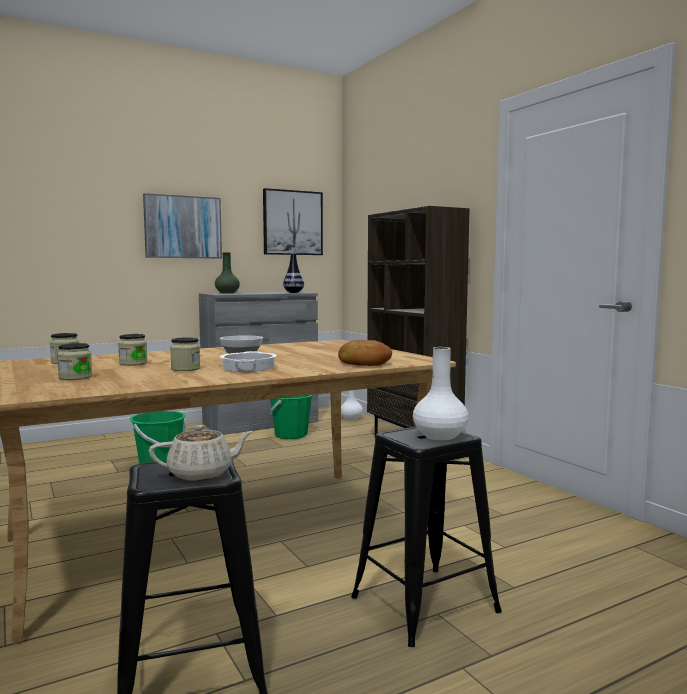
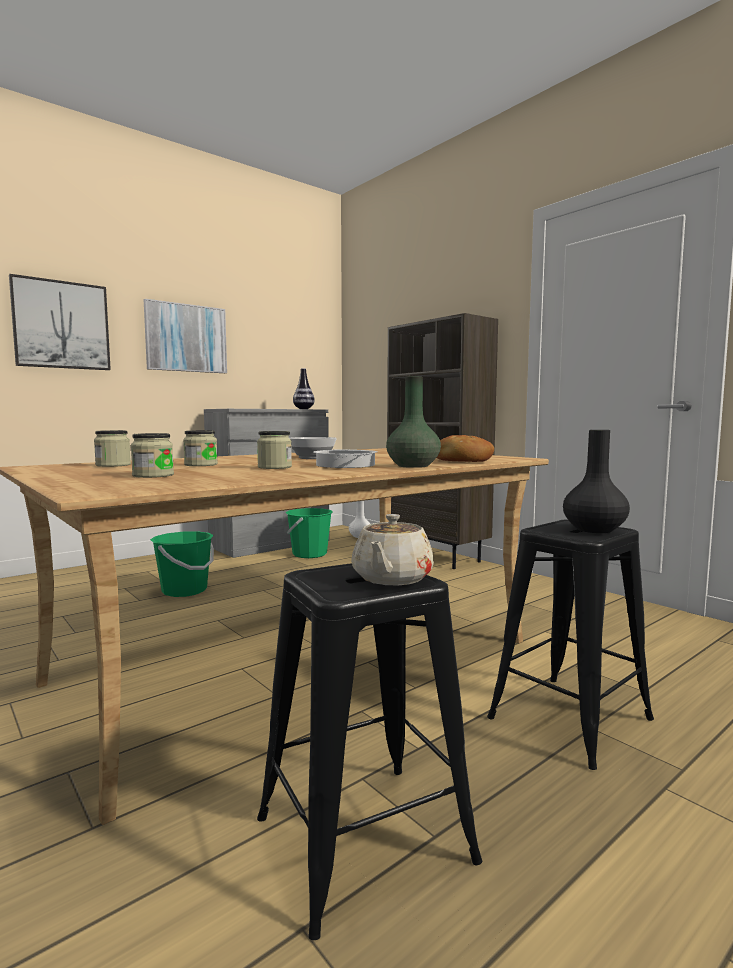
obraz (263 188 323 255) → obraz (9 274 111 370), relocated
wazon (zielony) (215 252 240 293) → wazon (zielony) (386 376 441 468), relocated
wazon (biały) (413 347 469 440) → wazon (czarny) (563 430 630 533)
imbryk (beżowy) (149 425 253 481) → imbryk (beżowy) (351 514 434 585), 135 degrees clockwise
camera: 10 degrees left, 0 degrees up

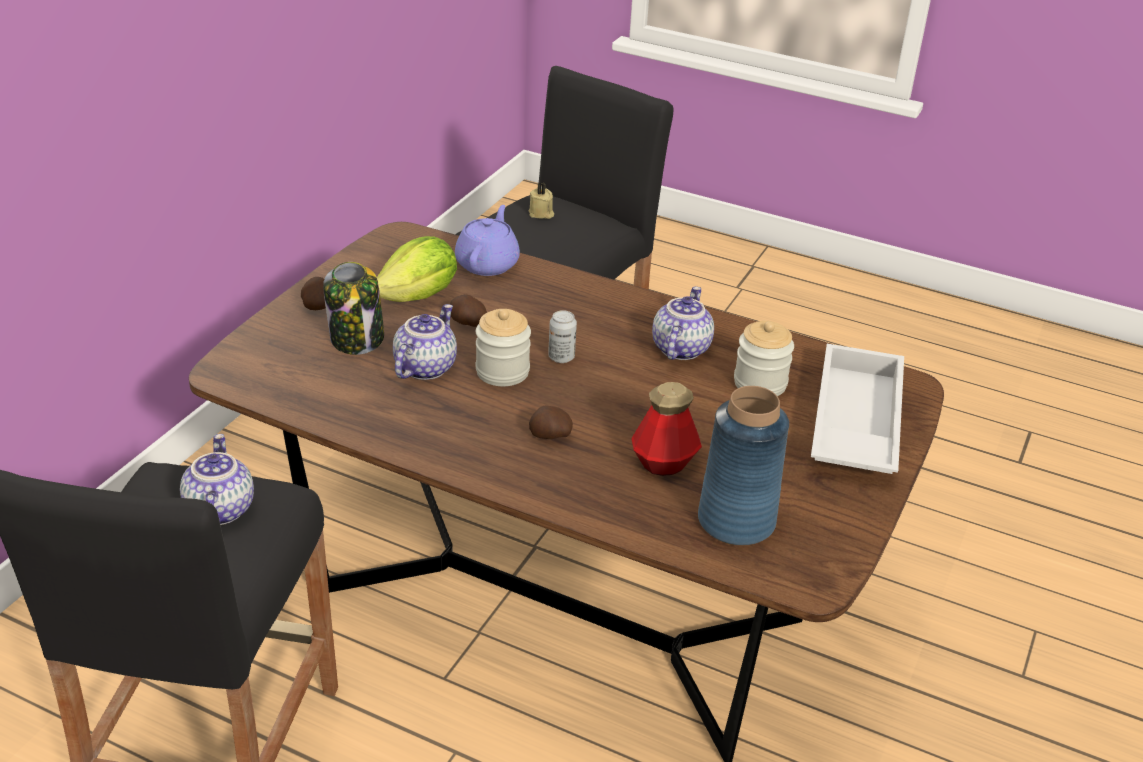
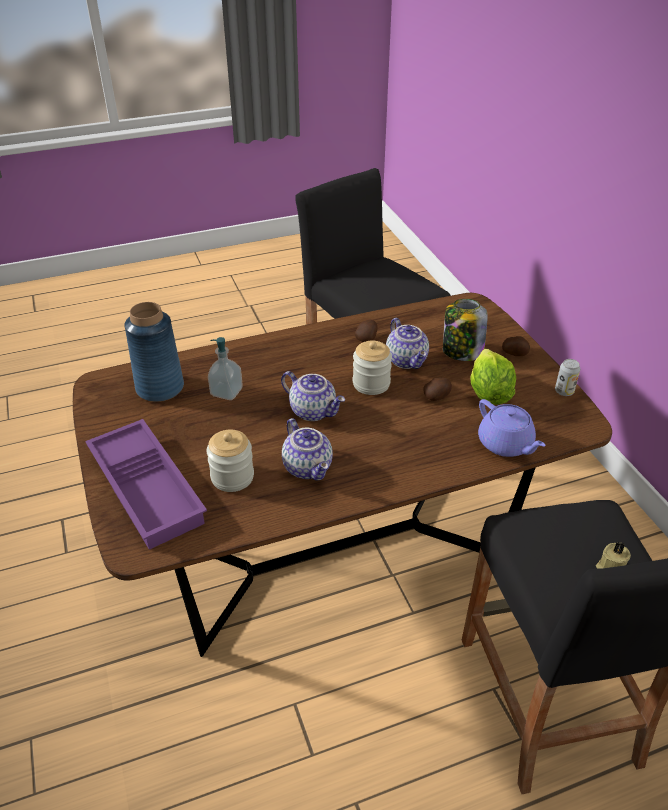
puszka (548 310 577 363) → puszka (555 359 580 396), relocated
taca (biały) (811 344 904 474) → taca (fioletowy) (85 419 207 550)
butelka (631 382 702 476) → dozownik mydła (208 337 243 400)
ziemniak (529 405 573 439) → ziemniak (355 320 378 342), relocated
imbryk (180 434 254 525) → imbryk (281 371 345 421), relocated
camera: 135 degrees right, 5 degrees up

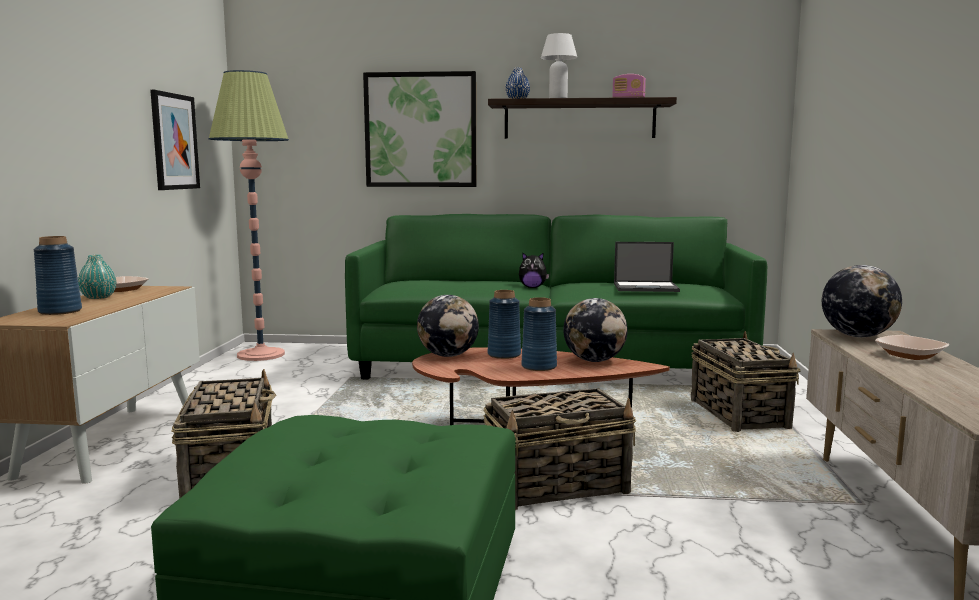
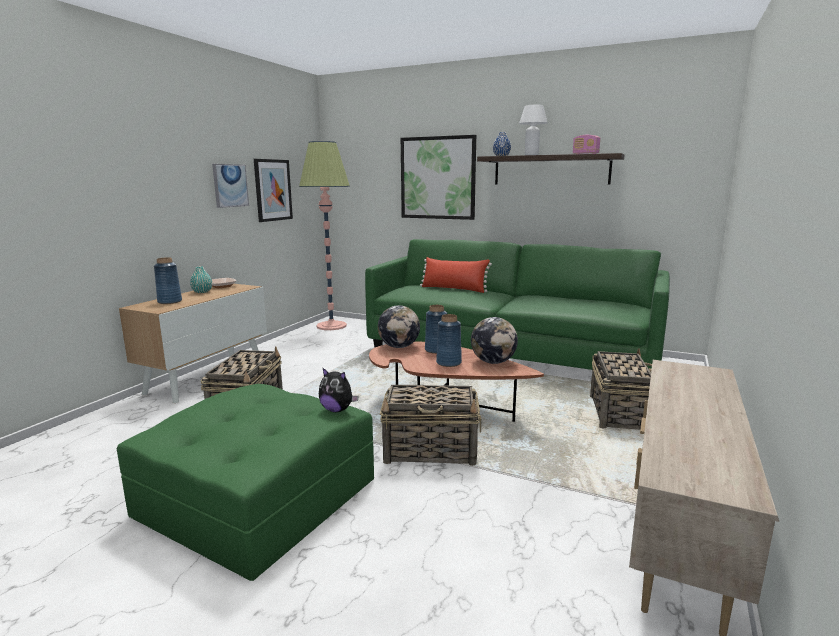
laptop (614 242 680 292) → -
pluszak (519 252 549 288) → pluszak (319 367 359 412), relocated
globus (822 265 902 337) → -
miska (875 335 949 360) → -
- → obraz (212 164 249 208)
- → poduszka (czerwony) (420 257 492 293)
camera: 20 degrees right, 5 degrees up

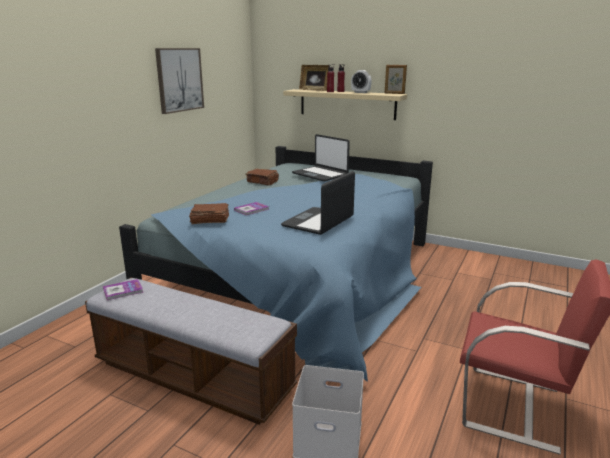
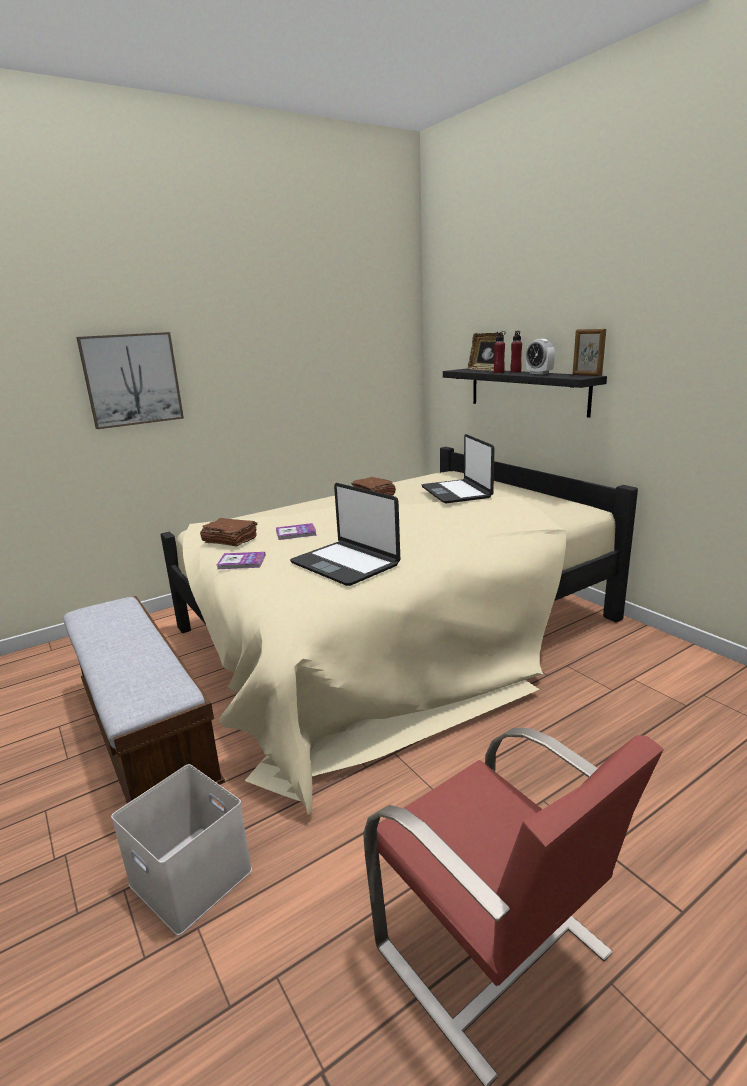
obraz (155 48 204 114) → obraz (76 332 184 429), relocated
półka (beżowy) (283 89 407 120) → półka (czarny) (443 369 607 418)
łóżko (niebieski) (119 146 433 382) → łóżko (beżowy) (161 447 638 815)
laptop (281 171 355 235) → laptop (290 483 400 586), 105 degrees counterclockwise
książka (103 279 143 300) → książka (217 552 266 569), relocated
camera: 30 degrees right, 0 degrees up

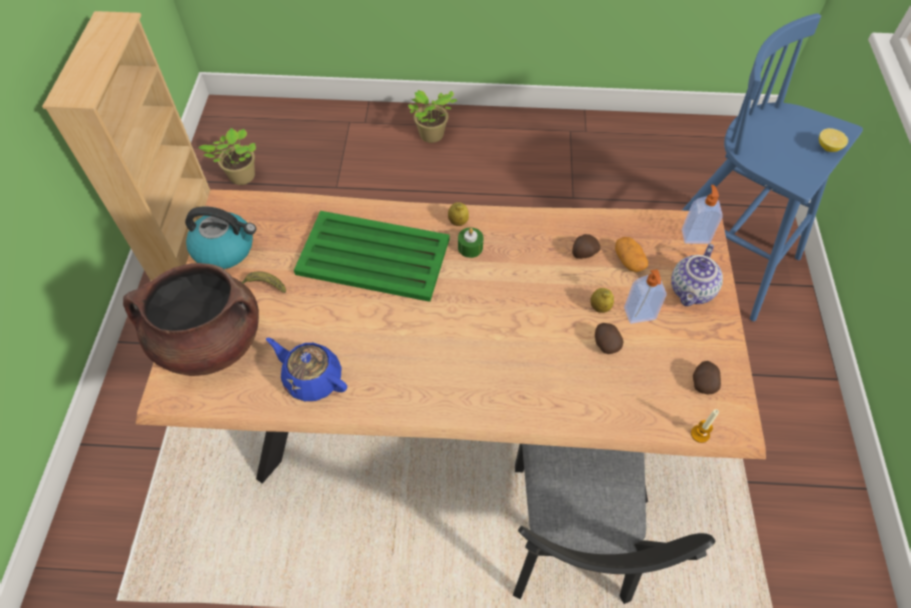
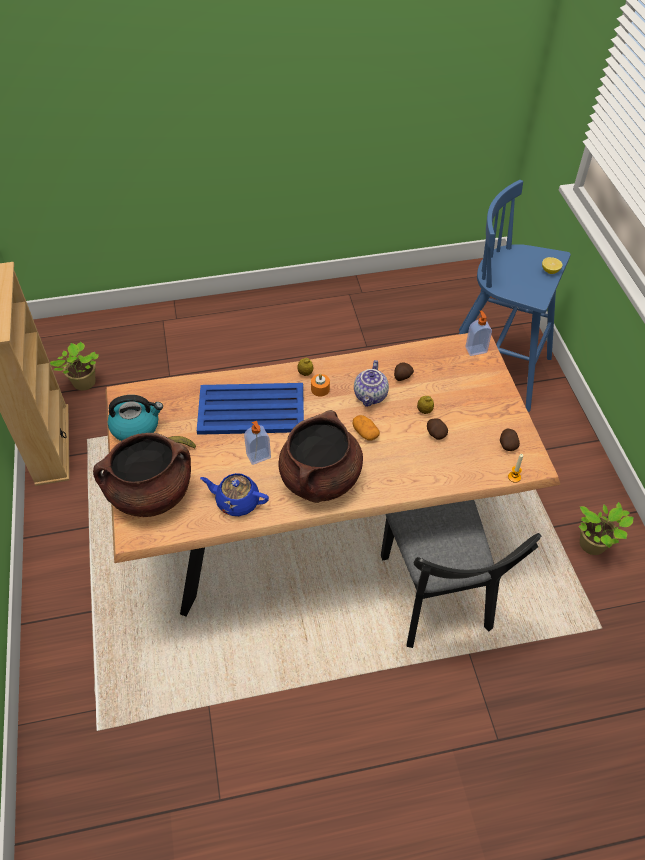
roślina doniczkowa (408 90 458 143) → roślina doniczkowa (579 502 633 555), relocated
taca (zielony) (294 211 450 302) → taca (niebieski) (197 383 304 435)
świeca (zielony) (458 228 483 258) → świeca (pomarańczowy) (311 374 330 397)
ziemniak (615 237 648 272) → ziemniak (353 415 380 441), relocated
imbryk (671 244 723 306) → imbryk (354 360 389 407), relocated
dozownik mydła (624 269 666 324) → dozownik mydła (244 421 271 465), relocated
- → garnek (brązowy) (278 410 363 503)
camera: 15 degrees left, 5 degrees down

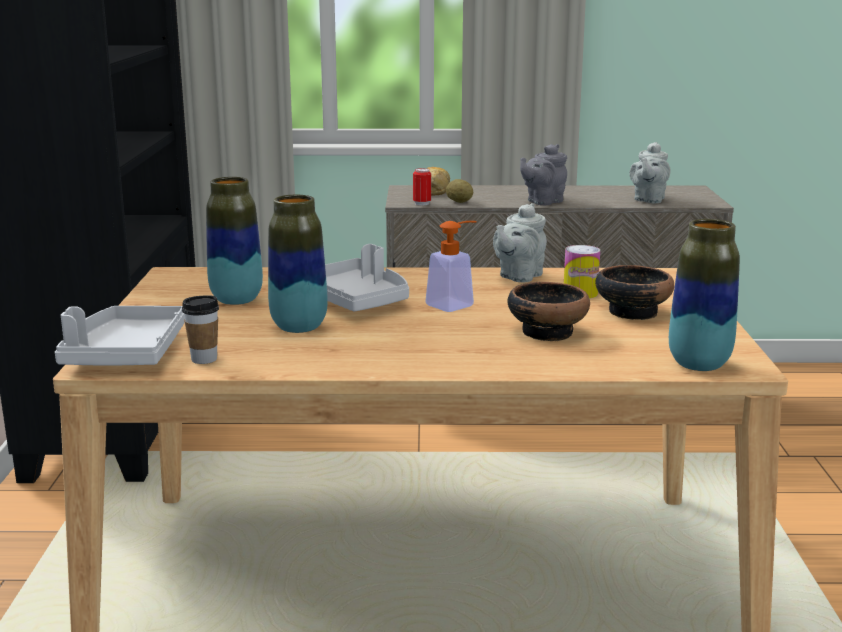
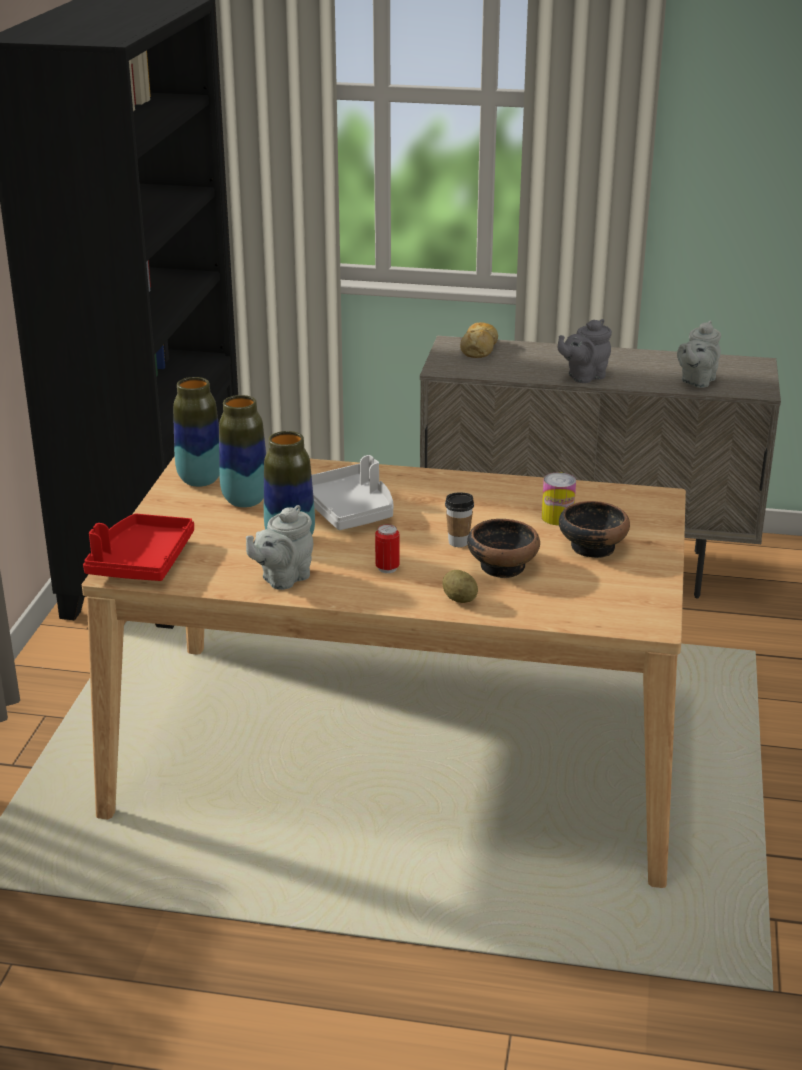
puszka (413 168 431 205) → puszka (375 524 400 573), relocated
ziemniak (446 179 473 203) → ziemniak (442 570 478 603), relocated
imbryk (szary) (493 203 547 282) → imbryk (szary) (246 505 313 590), relocated
wazon (669 219 740 371) → wazon (173 377 219 487), relocated
dozownik mydła (425 221 477 312) → -
filiżanka (182 296 219 364) → filiżanka (445 492 474 547), relocated
taca (szary) (55 306 185 366) → taca (czerwony) (83 514 194 581)
camera: 10 degrees right, 10 degrees up

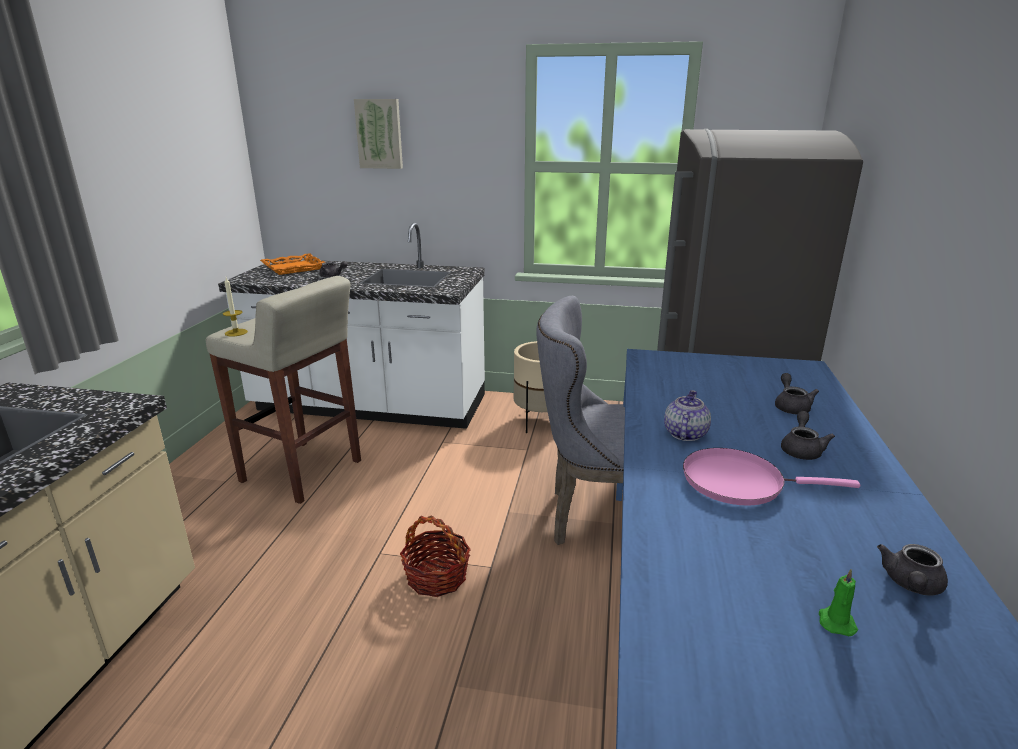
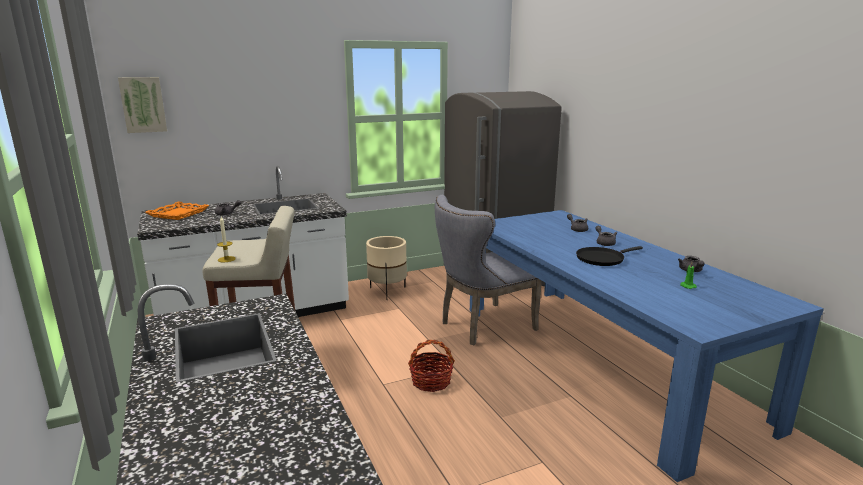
obraz (354 99 403 169) → obraz (118 77 167 133), relocated
imbryk (664 390 711 441) → -
patelnia (różowy) (683 448 860 506) → patelnia (czarny) (576 246 643 266)
camera: 35 degrees left, 5 degrees down

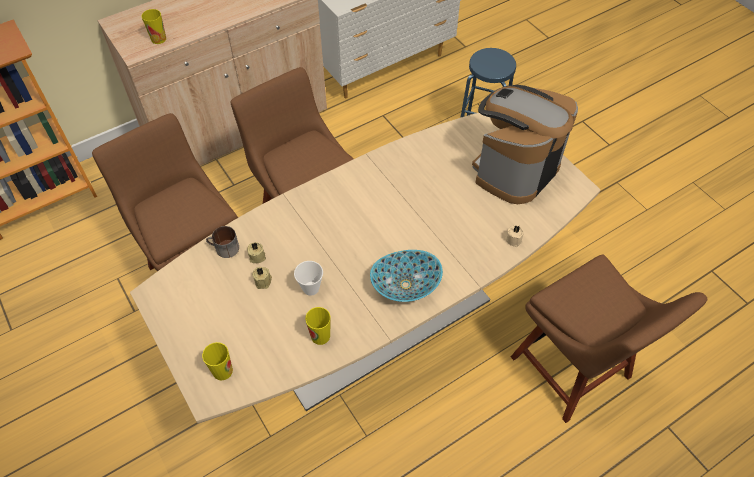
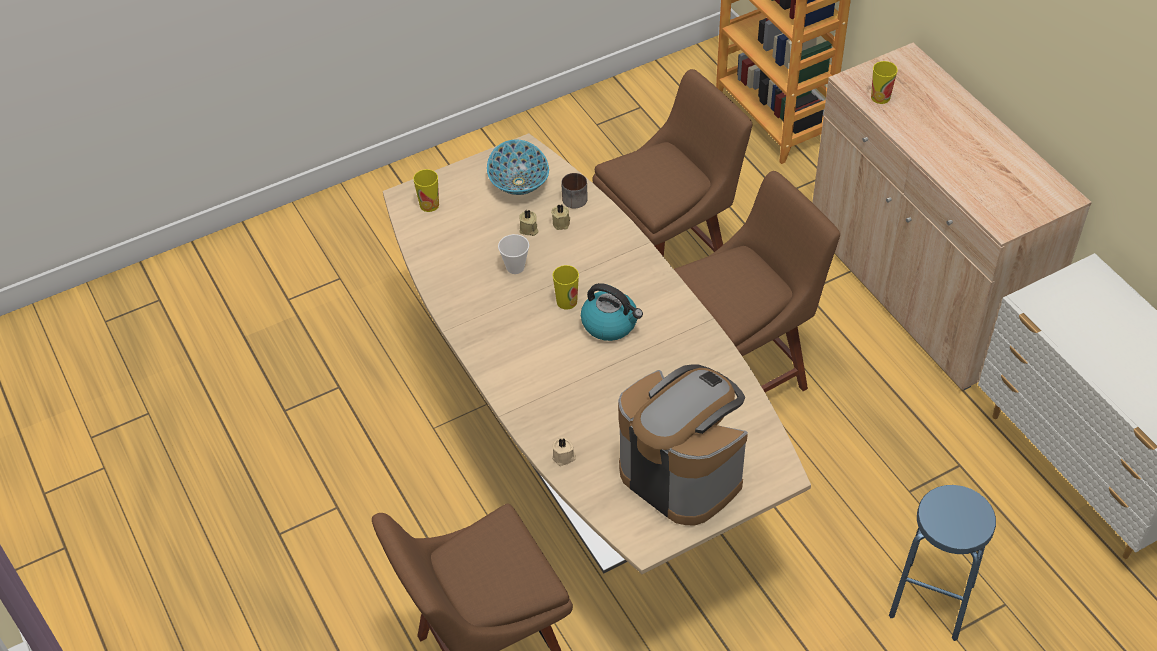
miska (370 250 443 302) → miska (487 140 549 195), relocated
filiżanka (305 307 331 345) → filiżanka (552 265 579 310), relocated
- → czajnik (581 283 643 341)
camera: 95 degrees right, 5 degrees down

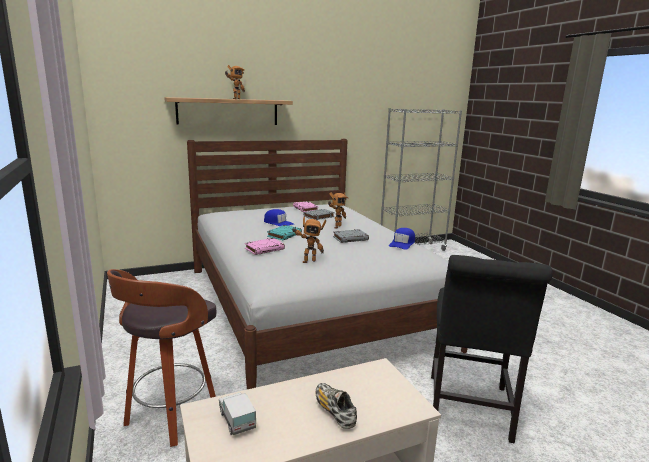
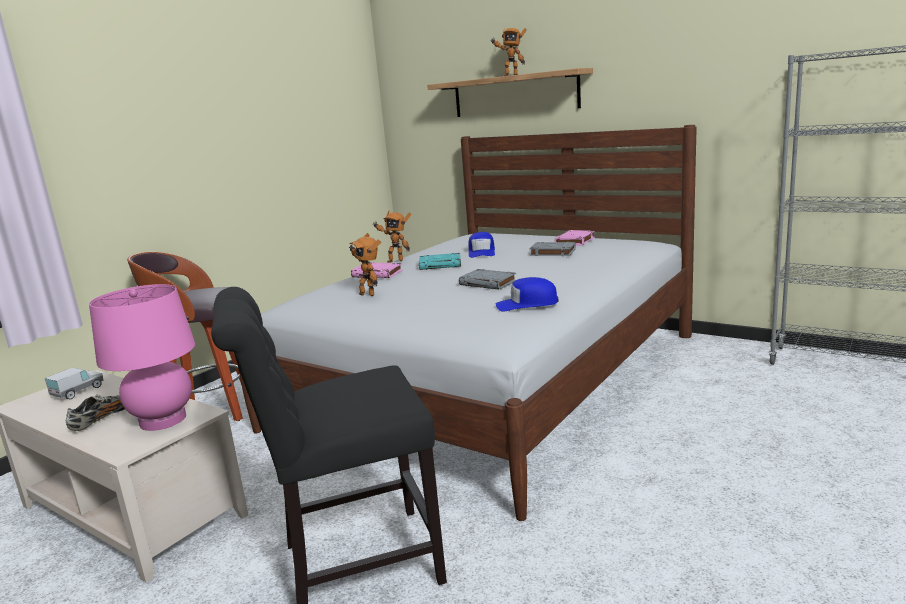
robot zabawkowy (328 192 348 229) → robot zabawkowy (372 210 411 262), relocated
- → lampa stołowa (różowy) (89 284 195 431)
camera: 60 degrees right, 0 degrees up

